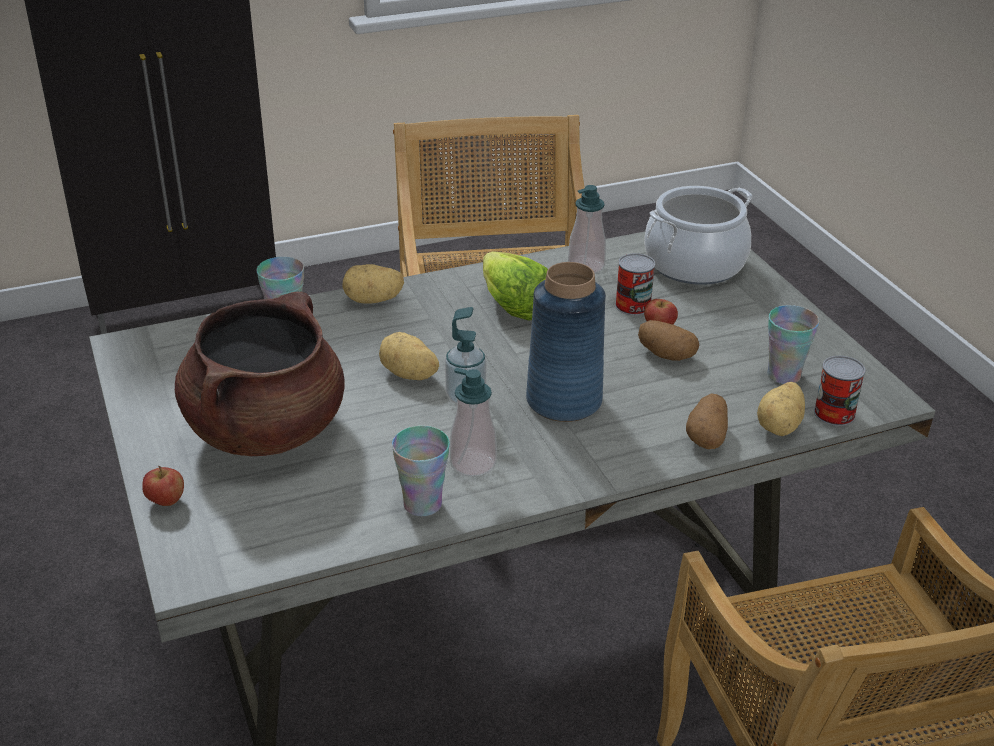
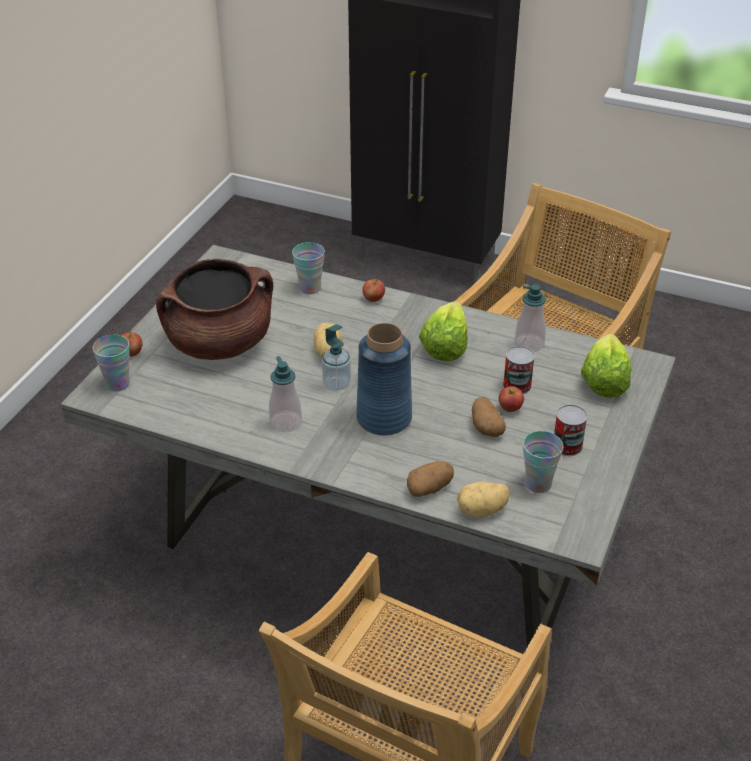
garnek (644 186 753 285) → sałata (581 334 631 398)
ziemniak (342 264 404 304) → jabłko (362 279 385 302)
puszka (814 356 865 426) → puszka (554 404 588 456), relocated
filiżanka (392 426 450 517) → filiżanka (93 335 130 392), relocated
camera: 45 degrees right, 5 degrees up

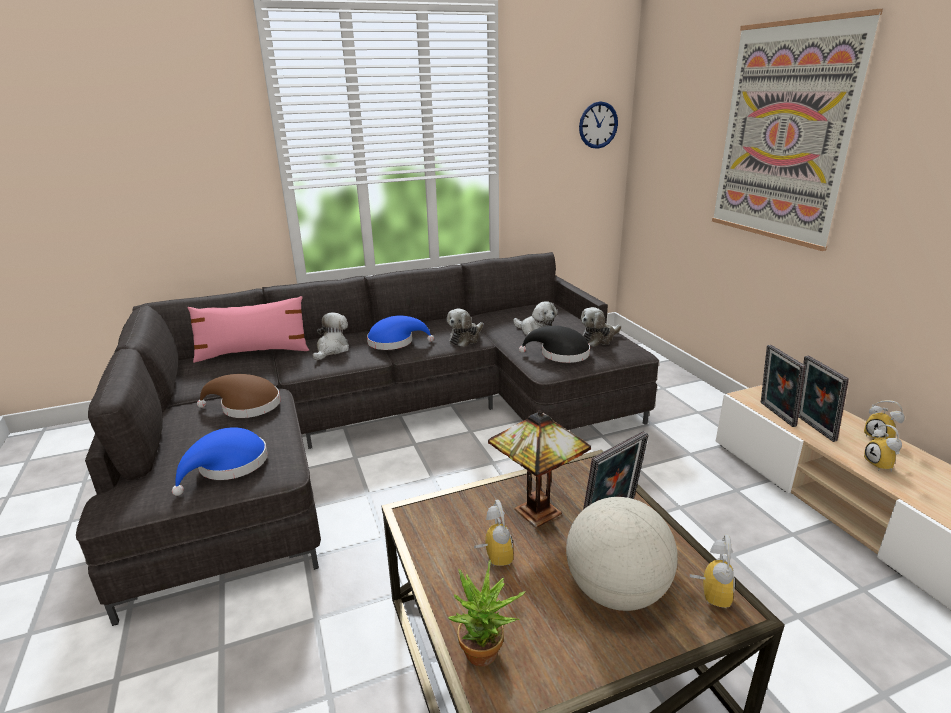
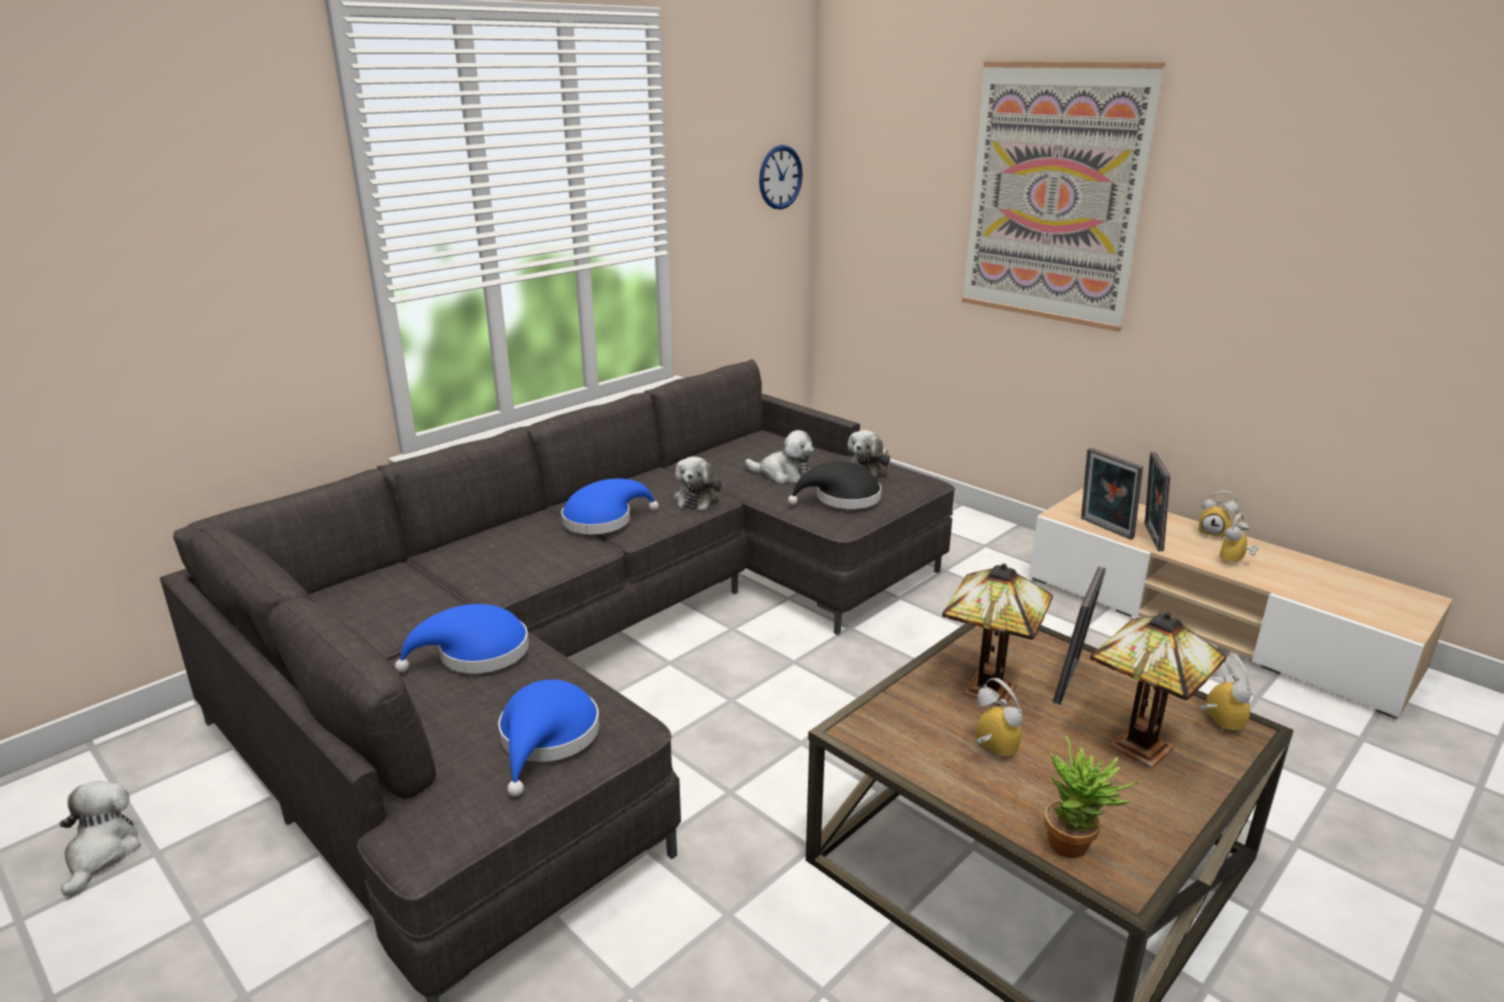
poduszka (różowy) (188 296 309 363) → -
pluszak (313 313 349 361) → pluszak (59 781 141 897), relocated
ramka na zdjęcie (798 356 849 442) → ramka na zdjęcie (1145 452 1170 551), 45 degrees clockwise
kapelusz (brązowy) (197 374 281 418) → kapelusz (niebieski) (395 604 529 674)
budzik (864 425 902 472) → budzik (1220 514 1259 567), 75 degrees clockwise
globus (566 497 678 611) → lampa stołowa (1090 613 1227 768)
camera: 25 degrees left, 0 degrees up

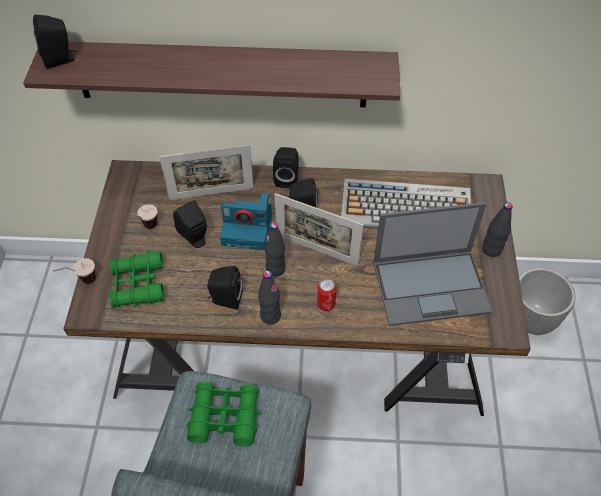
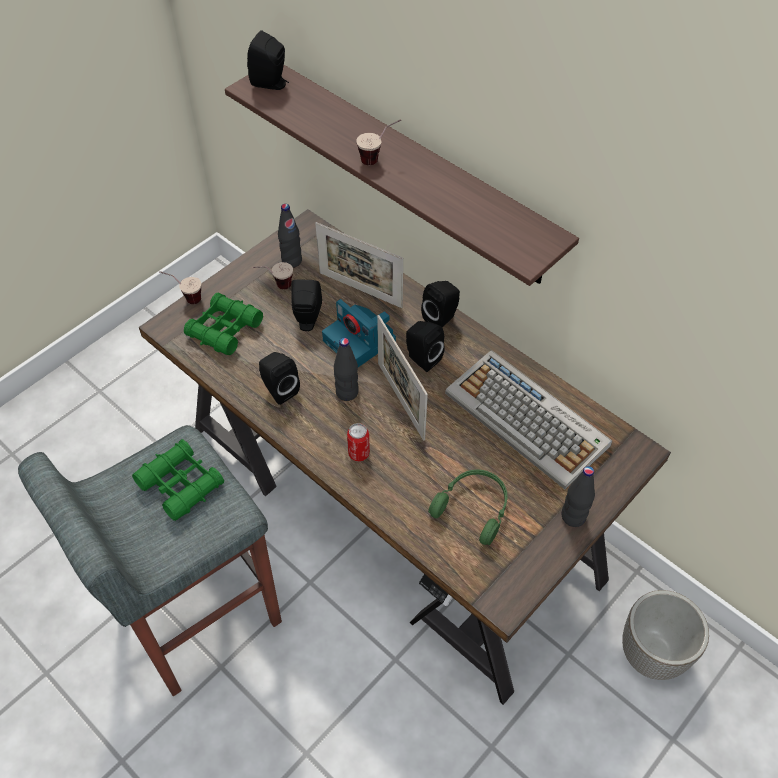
laptop (373 202 492 326) → słuchawki (zielony) (428 470 507 545)
butelka (czarny) (258 271 281 325) → butelka (czarny) (278 204 302 268), relocated
- → filiżanka (356 119 401 165)
camera: 40 degrees right, 0 degrees up

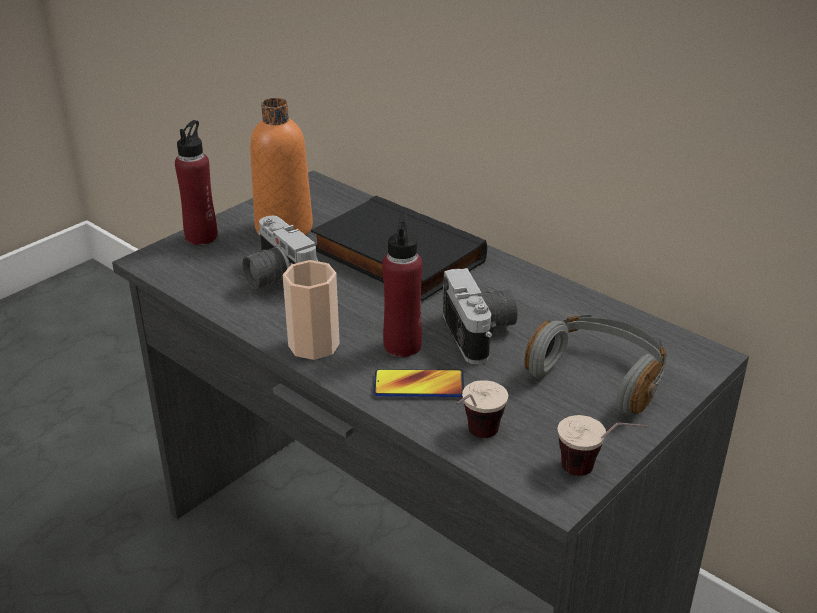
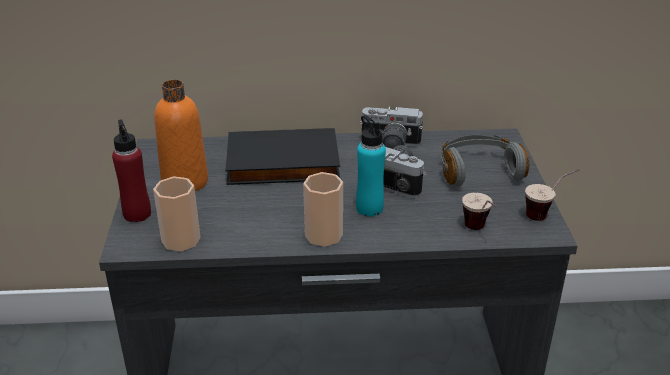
butelka (czerwony) (382 214 423 357) → butelka (turkusowy) (356 115 386 216)
aparat fotograficzny (243 216 318 289) → aparat fotograficzny (359 106 423 149), relocated
telefon (374 369 464 397) → -
- → filiżanka (153 177 201 251)
camera: 45 degrees left, 0 degrees up

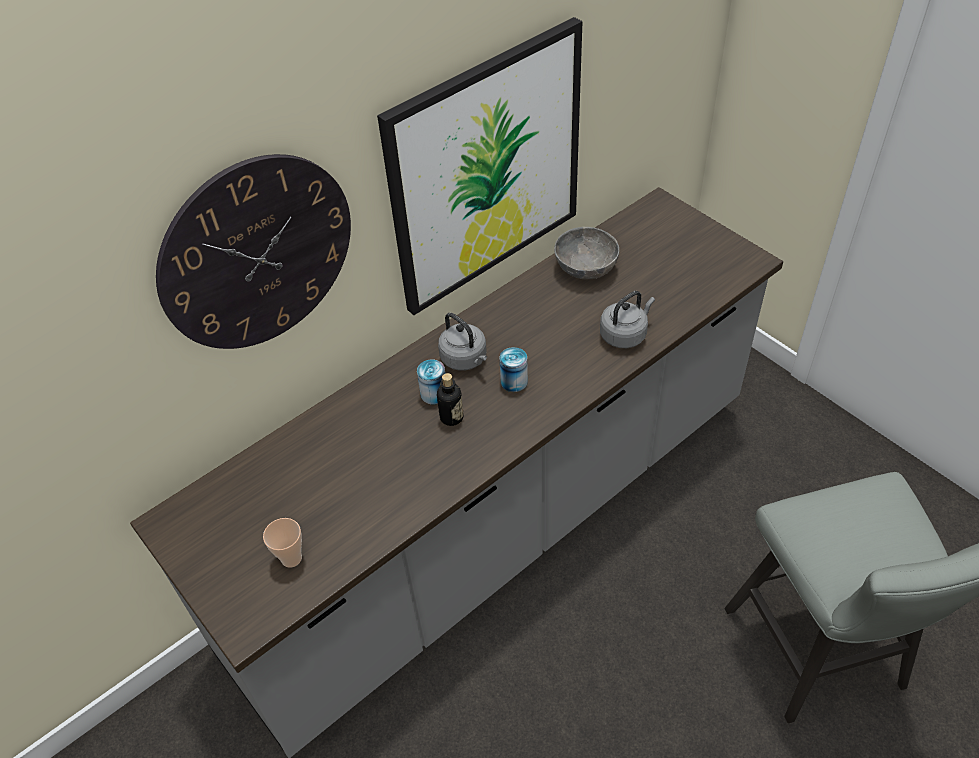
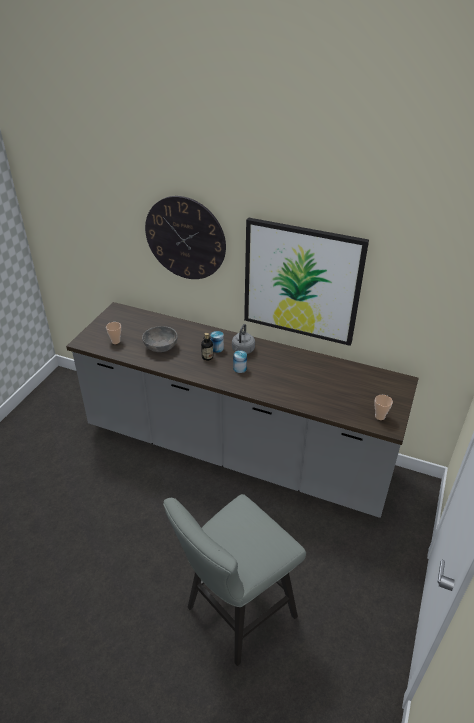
miska (szary) (554 227 619 279) → miska (szary) (142 326 178 352), relocated
czajnik (szary) (600 291 655 348) → -
- → filiżanka (374 395 393 420)
camera: 60 degrees right, 10 degrees down

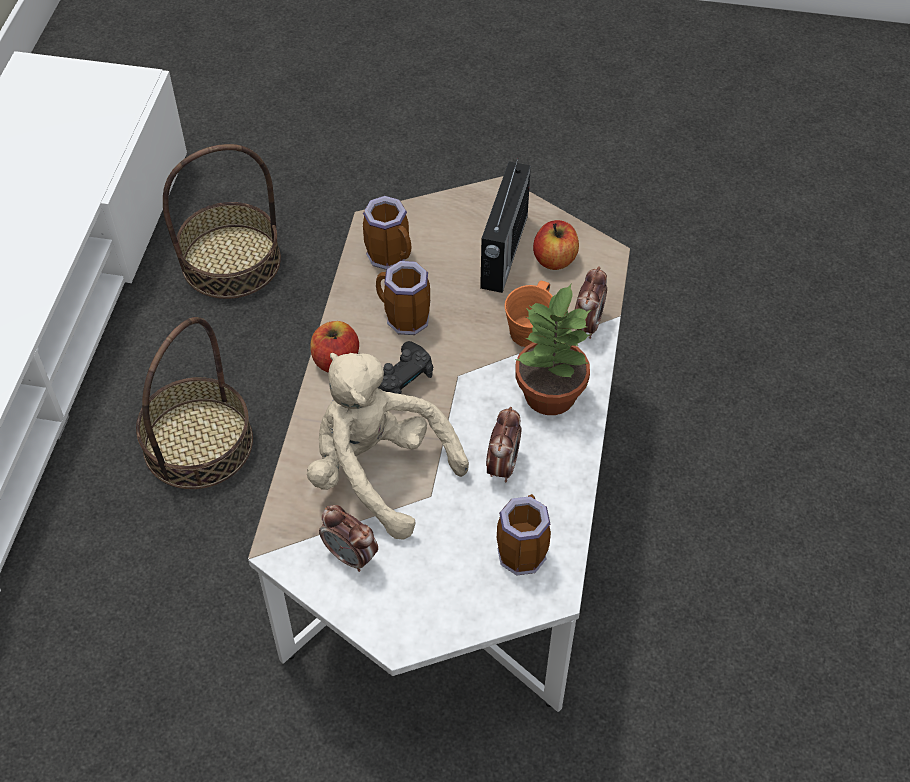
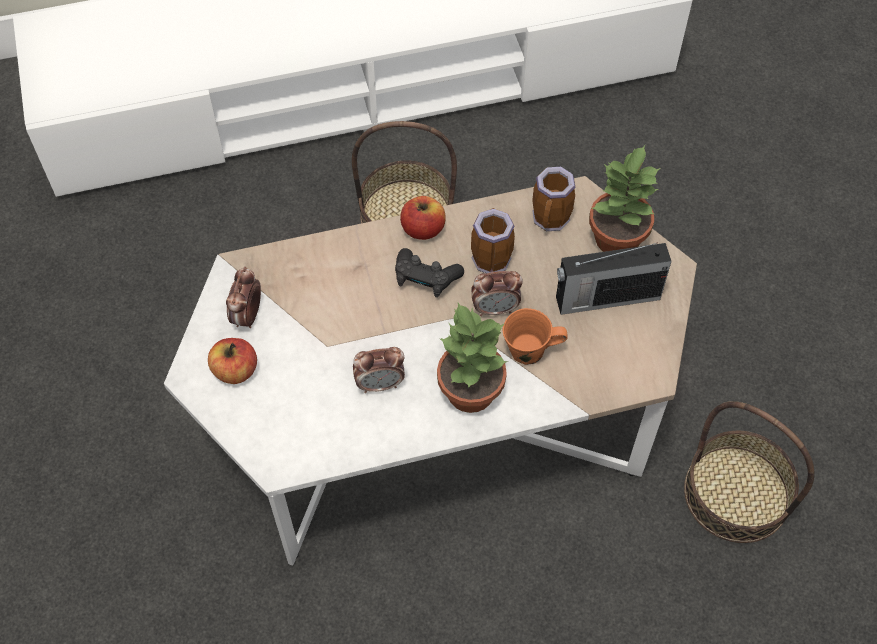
koszyk (163 144 281 299) → koszyk (684 401 814 543), relocated
jabłko (533 220 579 270) → jabłko (208 338 257 384), relocated
budzik (575 266 607 339) → budzik (471 271 523 316), relocated
pluszak (beżowy) (307 353 469 540) → -
kubek (497 494 551 575) → -
- → roślina doniczkowa (589 145 661 252)
camera: 65 degrees right, 5 degrees up

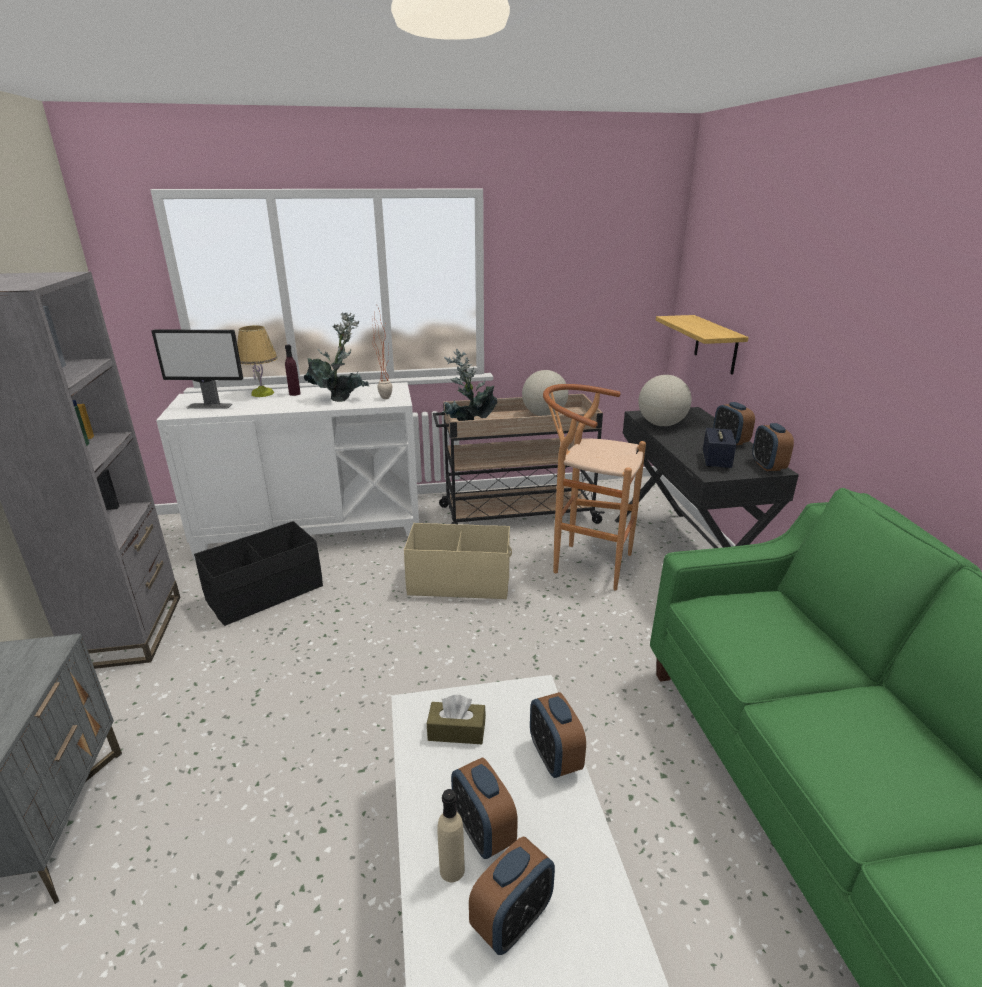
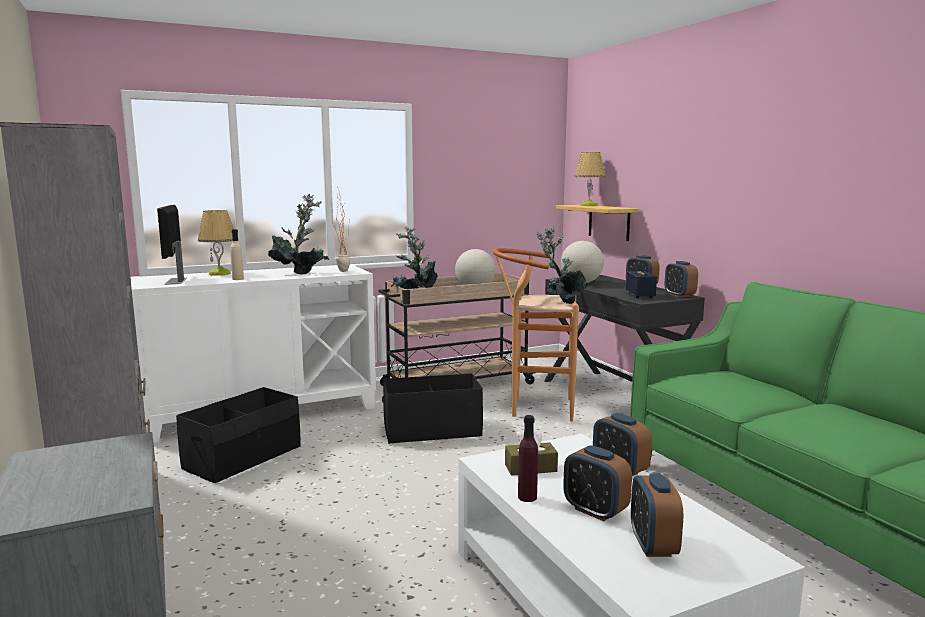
monitor (151 330 243 409) → monitor (157 205 187 285), 90 degrees clockwise
butelka (fioletowy) (285 345 301 396) → butelka (fioletowy) (518 415 538 502), relocated
pojemnik do przechowywania (beżowy) (404 523 512 599) → pojemnik do przechowywania (czarny) (382 373 483 444)
butelka (beżowy) (438 789 465 882) → butelka (beżowy) (230 229 244 280), relocated
budzik (469 837 555 955) → budzik (631 473 683 557), 150 degrees clockwise
- → lampa stołowa (574 152 606 206)
- → roślina doniczkowa (536 226 587 304)
camera: 15 degrees left, 15 degrees down

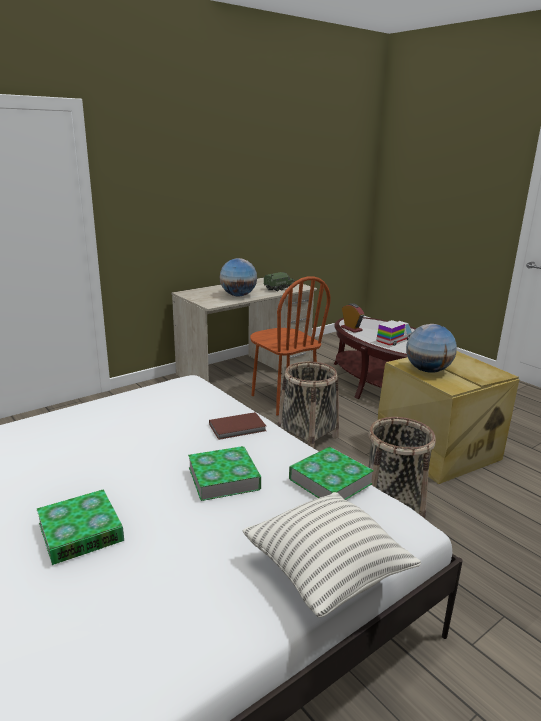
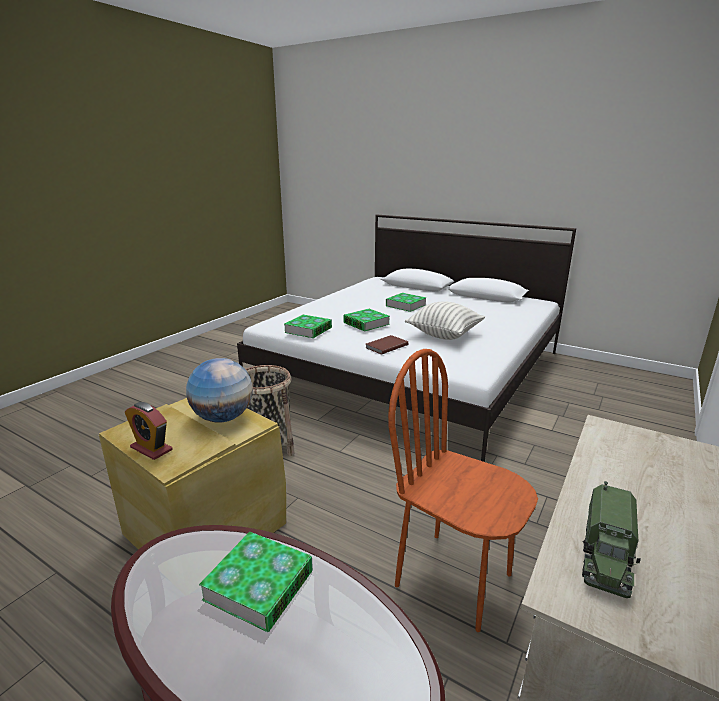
globus (220 258 257 296) → -
budzik (341 303 365 333) → budzik (125 402 172 460), relocated
ciężarówka zabawkowa (377 320 412 346) → książka (199 531 313 632)
koszyk (278 361 339 448) → -
poduszka (242 492 421 618) → poduszka (405 302 485 340), relocated
camera: 160 degrees right, 0 degrees up

